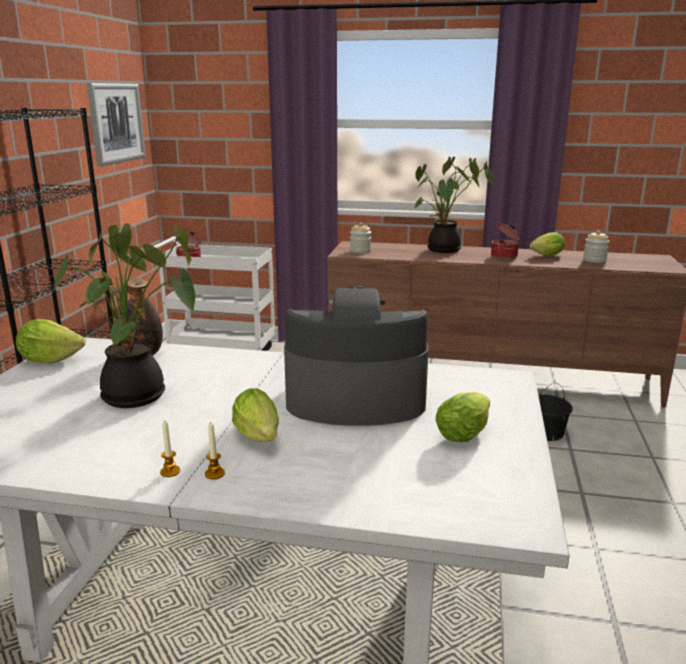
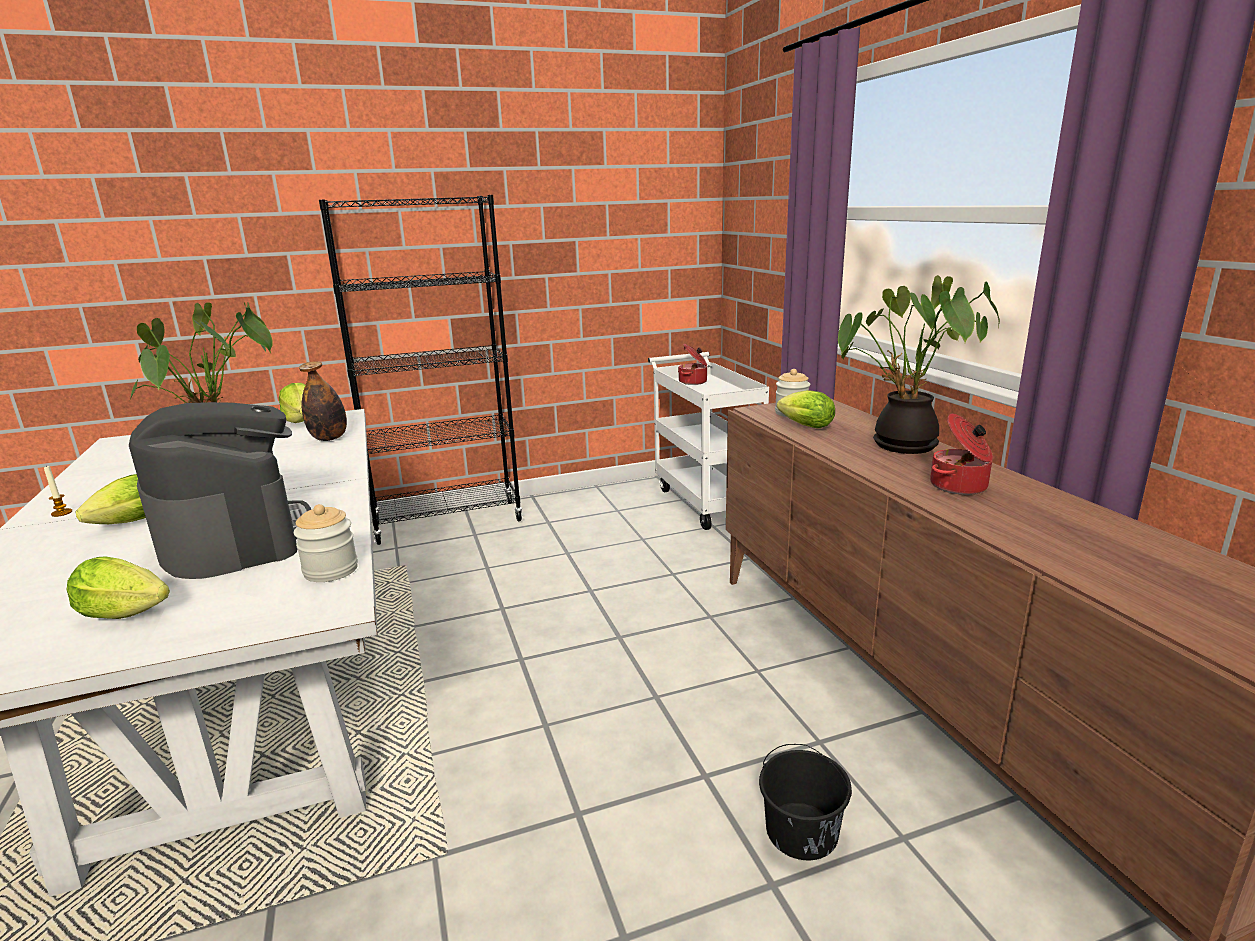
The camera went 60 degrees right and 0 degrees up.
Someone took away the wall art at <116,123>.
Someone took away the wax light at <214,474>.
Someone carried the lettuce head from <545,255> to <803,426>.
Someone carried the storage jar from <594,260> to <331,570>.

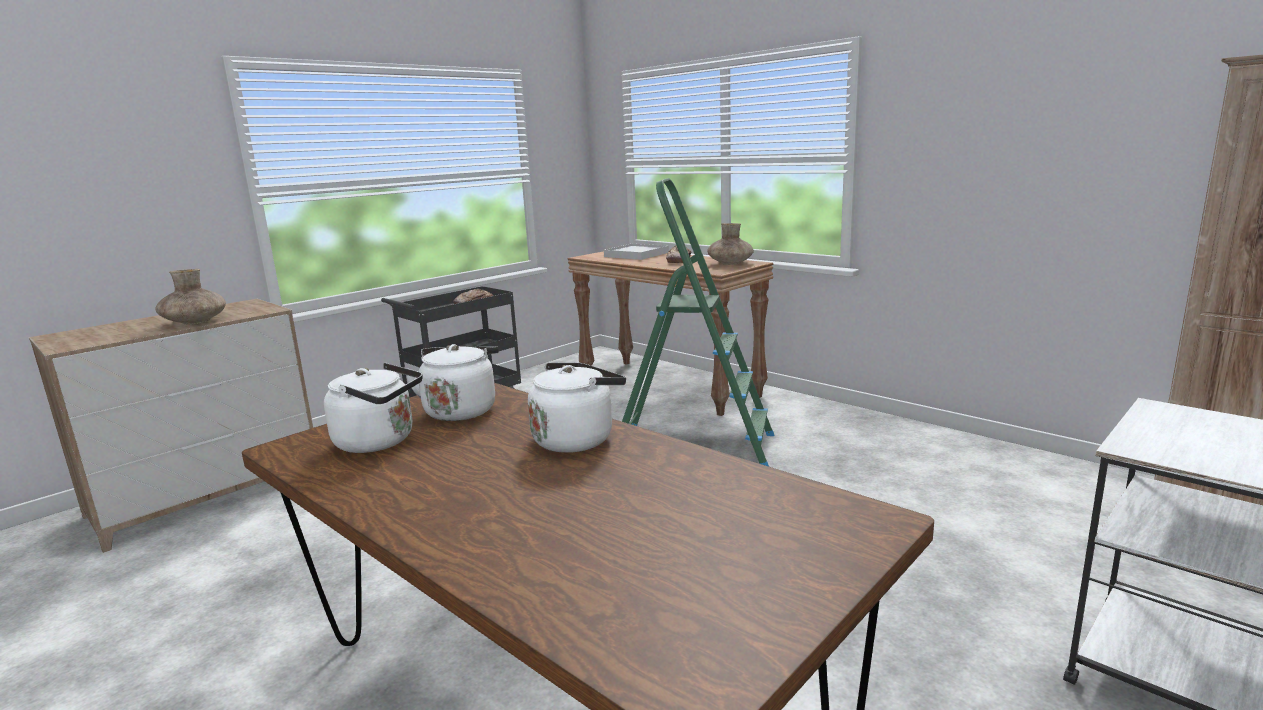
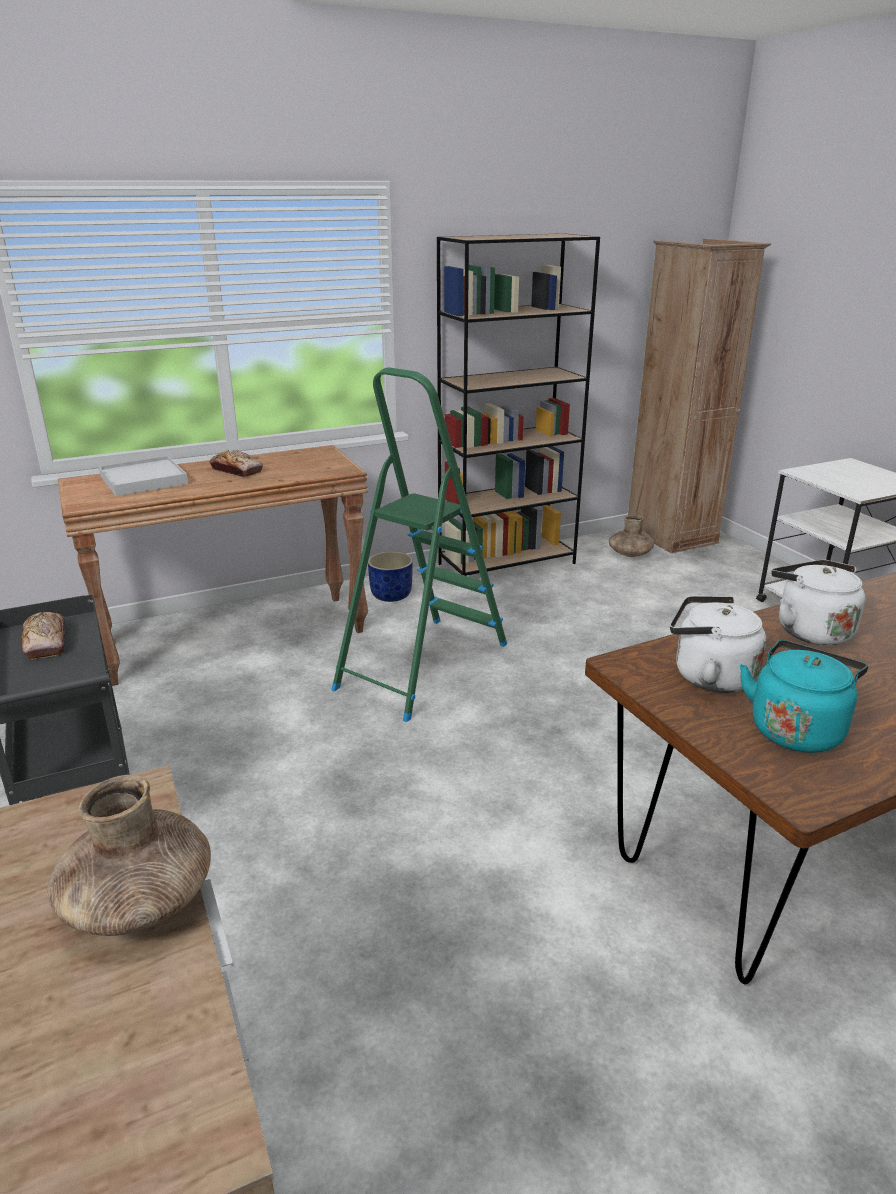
The camera went 70 degrees left and 10 degrees up.
Someone repainted the white kettle at <380,442>, which became the turquoise kettle at <796,729>.
Someone carried the brown-coloured flower vase from <730,263> to <630,554>.
Someone put down the bluish planter at <391,595>.
Someone put down the sand-coloured bookshelf at <507,563>.

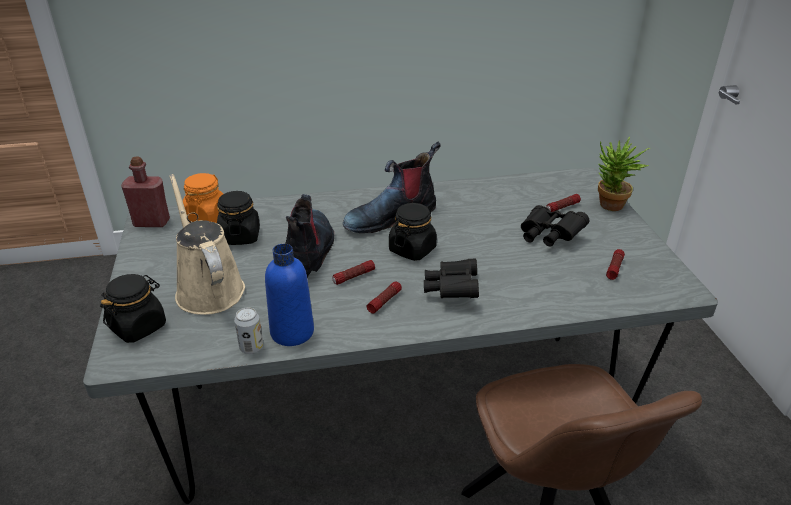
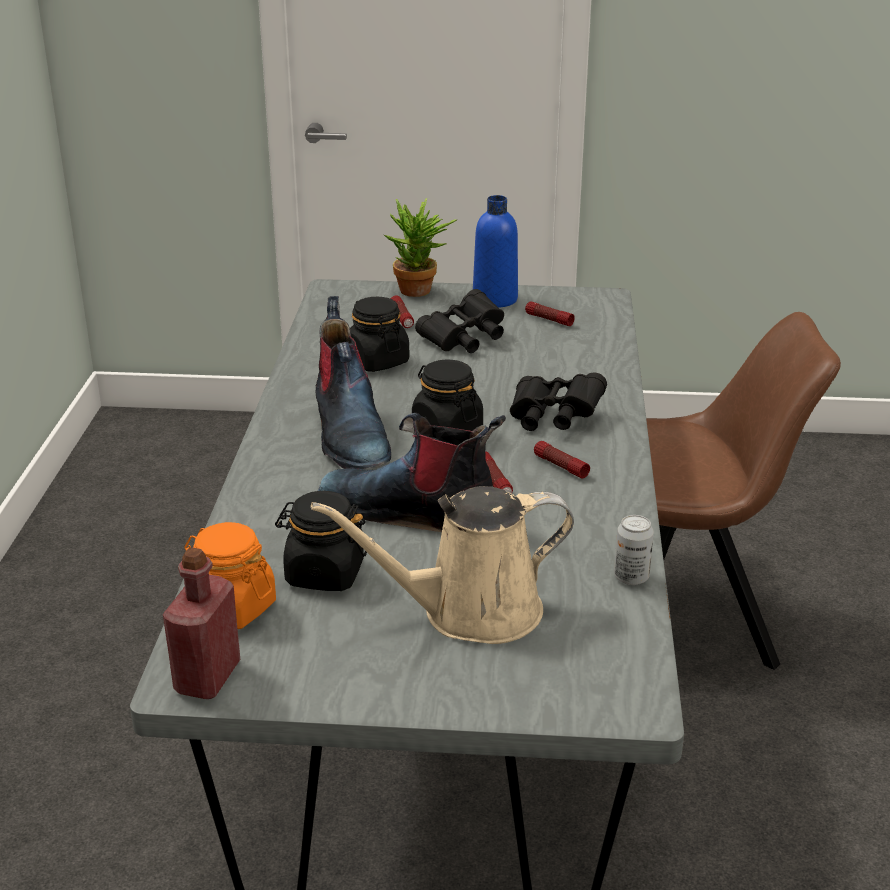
The camera went 75 degrees left and 5 degrees down.
Someone carried the blackish storage jar from <138,326> to <377,361>.
Someone carried the bluish drink bottle from <292,332> to <495,299>.

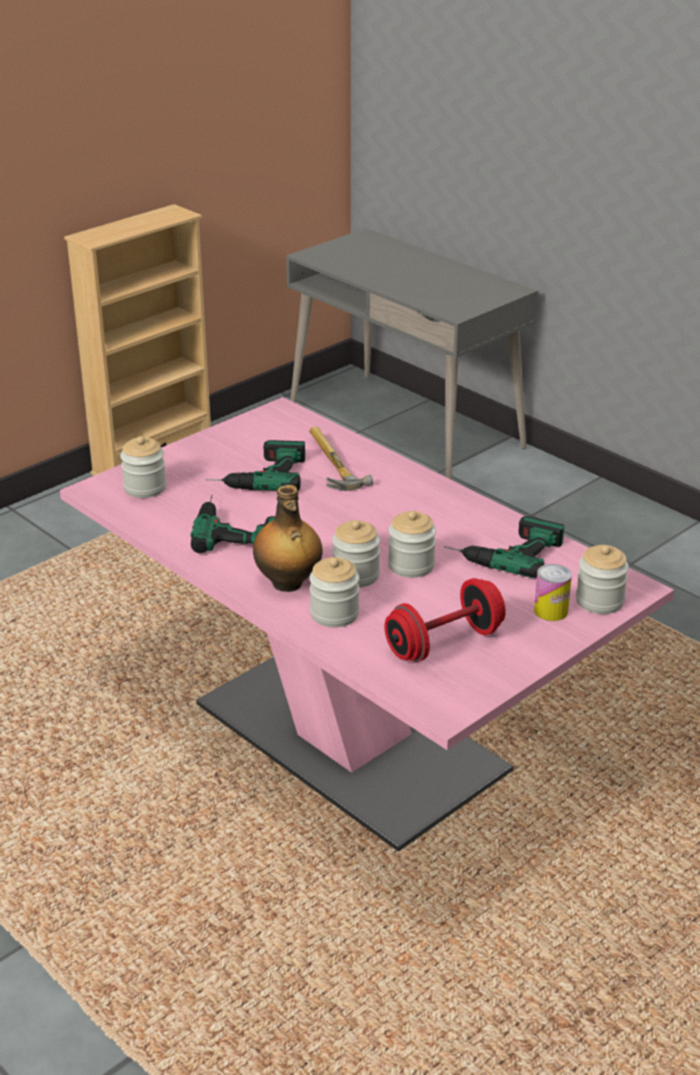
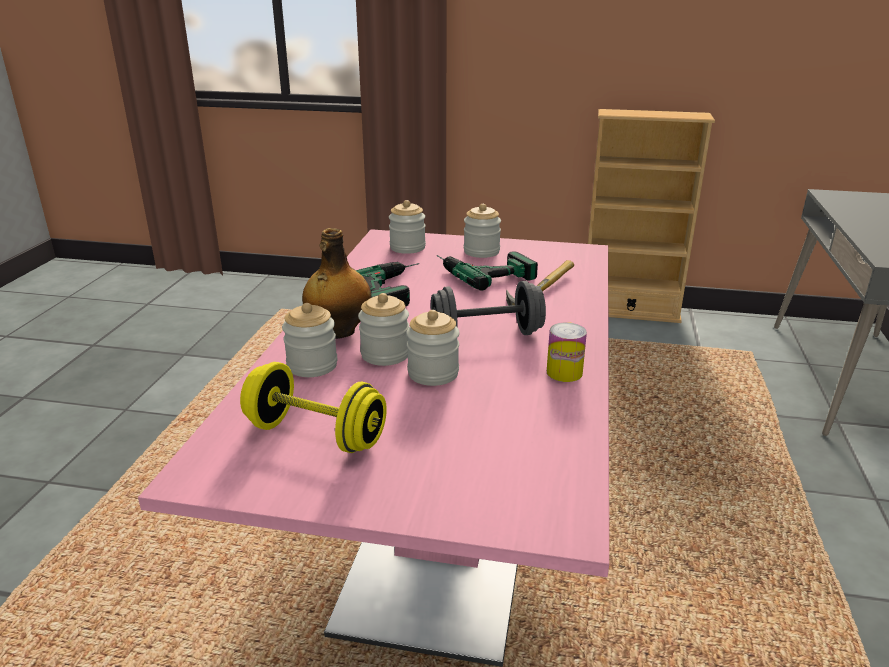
The camera went 55 degrees right and 5 degrees down.
Someone repainted the red hand weight at <444,643>, which became the yellow-coloured hand weight at <316,435>.
Someone took away the electric drill at <503,551>.
Someone carried the metal can from <551,611> to <564,372>.
Someone carried the storage jar from <599,601> to <481,251>.
Someone put down the greyish hand weight at <486,335>.

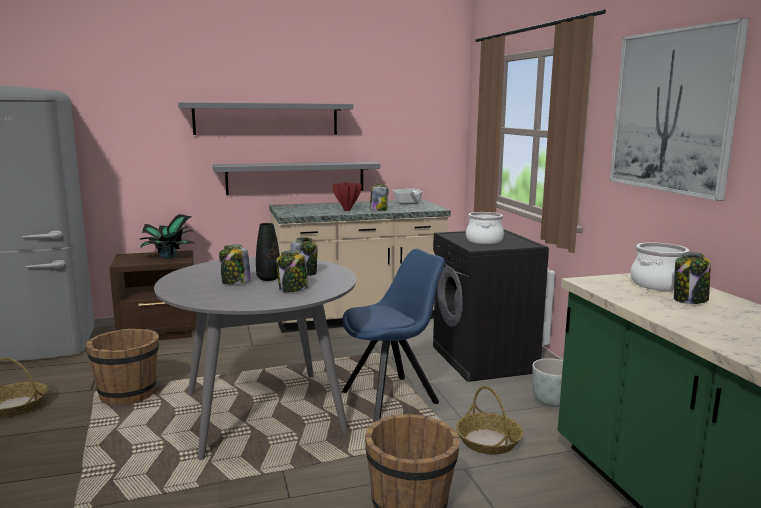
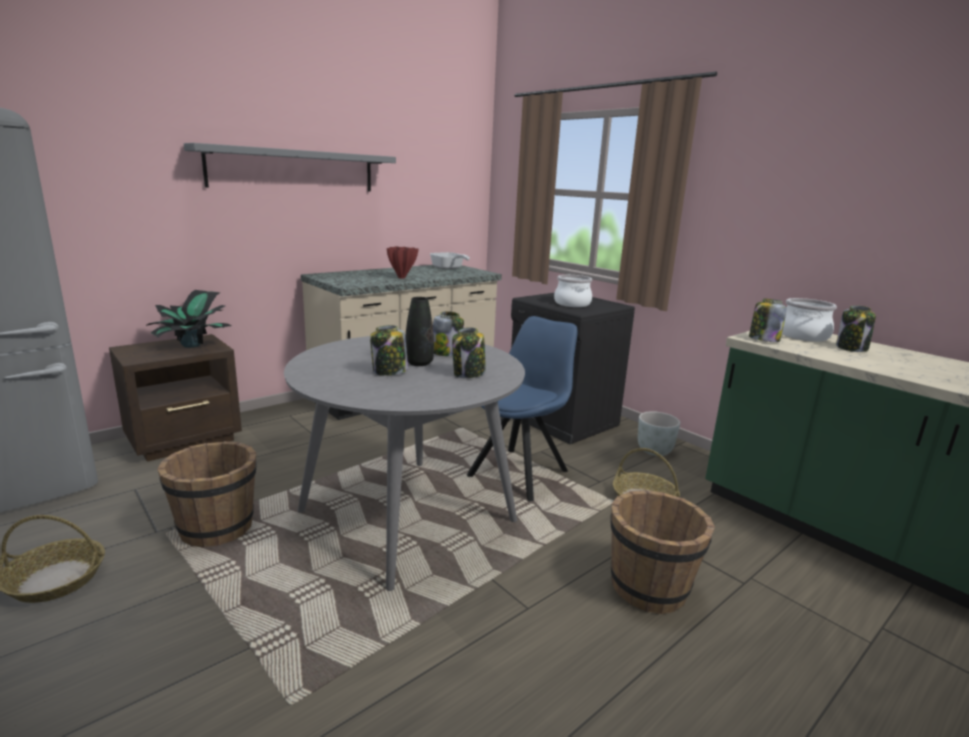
The camera went 25 degrees left and 5 degrees up.
Someone took away the greyish bracket shelf at <296,177>.
Someone carried the storage jar from <378,210> to <763,339>.
Someone took away the wall art at <672,111>.

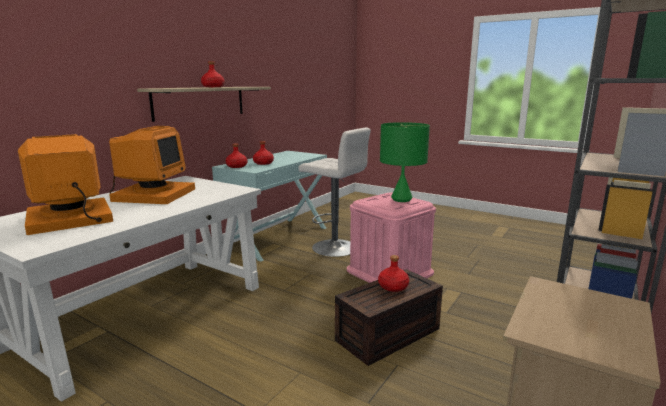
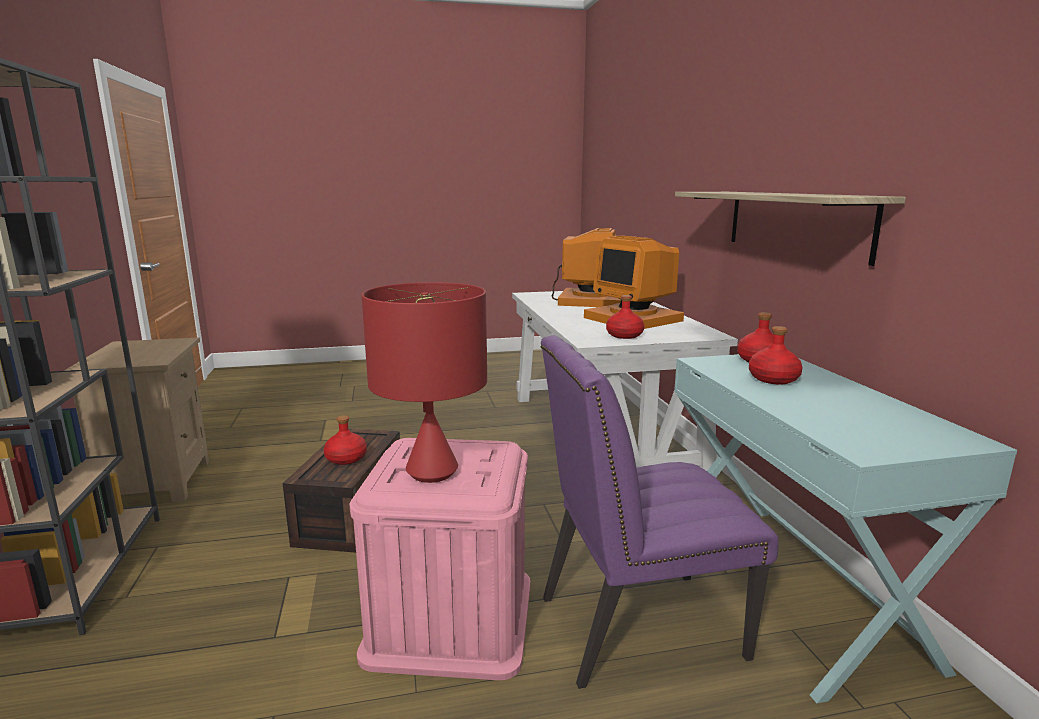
The camera went 135 degrees right and 0 degrees up.
Someone carried the red drink bottle from <213,87> to <624,335>.
Someone swapped the white sitting stool at <335,248> for the purplish plain chair at <641,626>.
Someone repainted the greenish table lamp at <401,200>, which became the red table lamp at <432,473>.

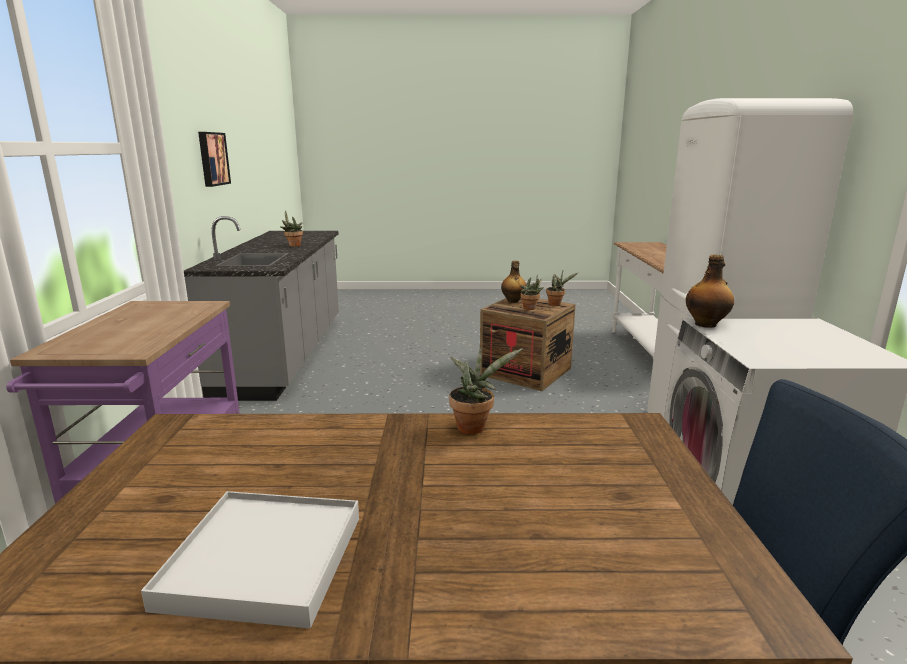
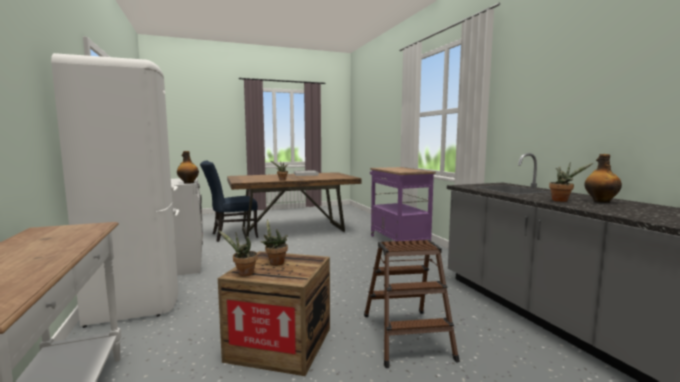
The camera went 160 degrees right and 10 degrees down.
Someone took away the wall art at <212,159>.
Someone carried the drink bottle from <513,301> to <600,201>.
Someone put down the brown-coloured step ladder at <406,335>.

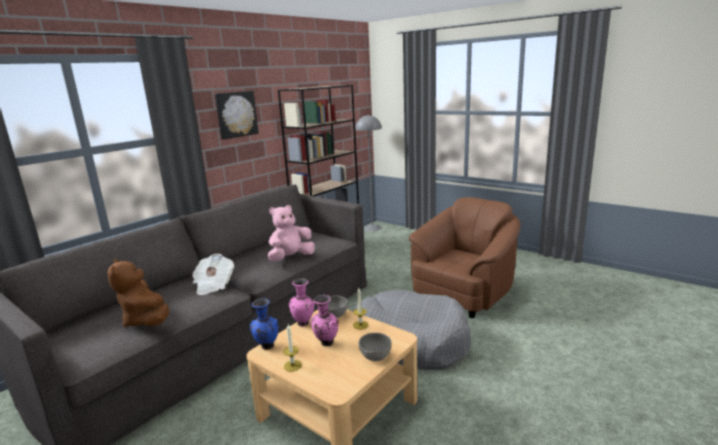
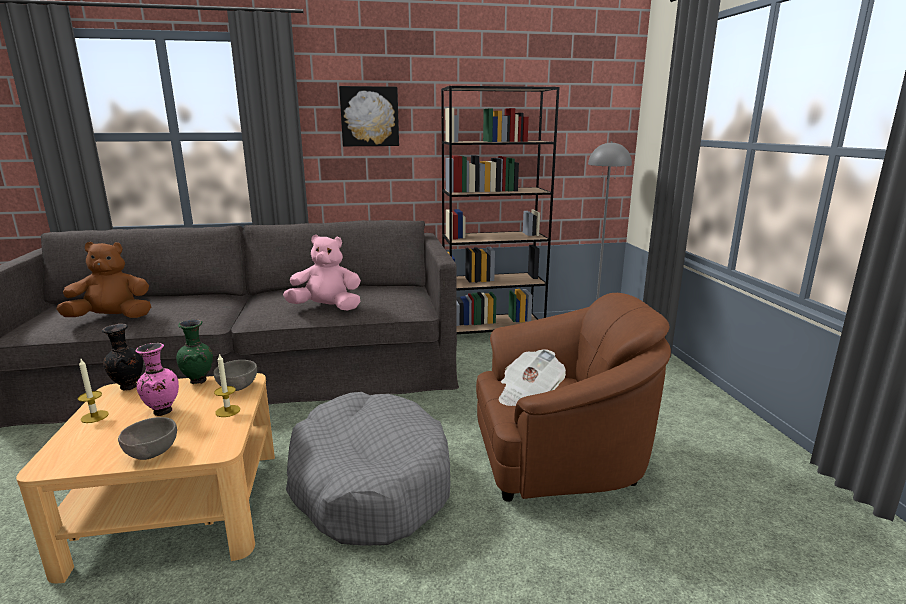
The camera went 40 degrees right and 0 degrees up.
Someone rotated the brown-coloured plush toy at <147,320> by 60 degrees clockwise.
Someone carried the daily paper from <213,285> to <528,395>.
Someone repainted the bluish flower vase at <266,347>, which became the blackish flower vase at <127,387>.
Someone repainted the pink flower vase at <304,323>, which became the greenish flower vase at <199,381>.

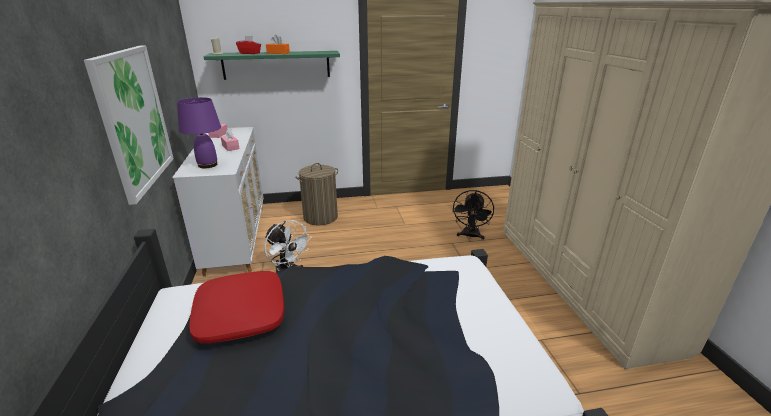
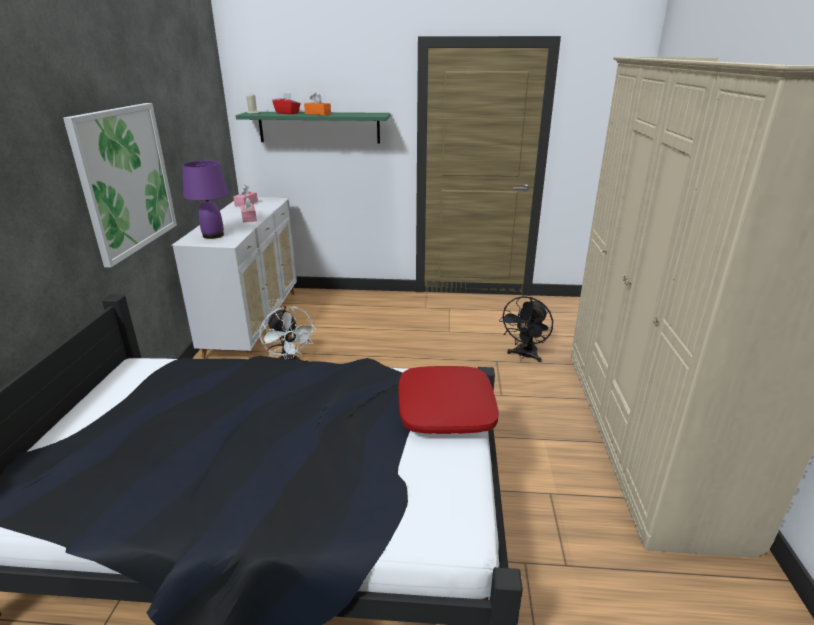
The camera went 15 degrees right and 0 degrees up.
Someone carried the red throw pillow from <240,314> to <445,410>.
Someone took away the laundry basket at <320,217>.

